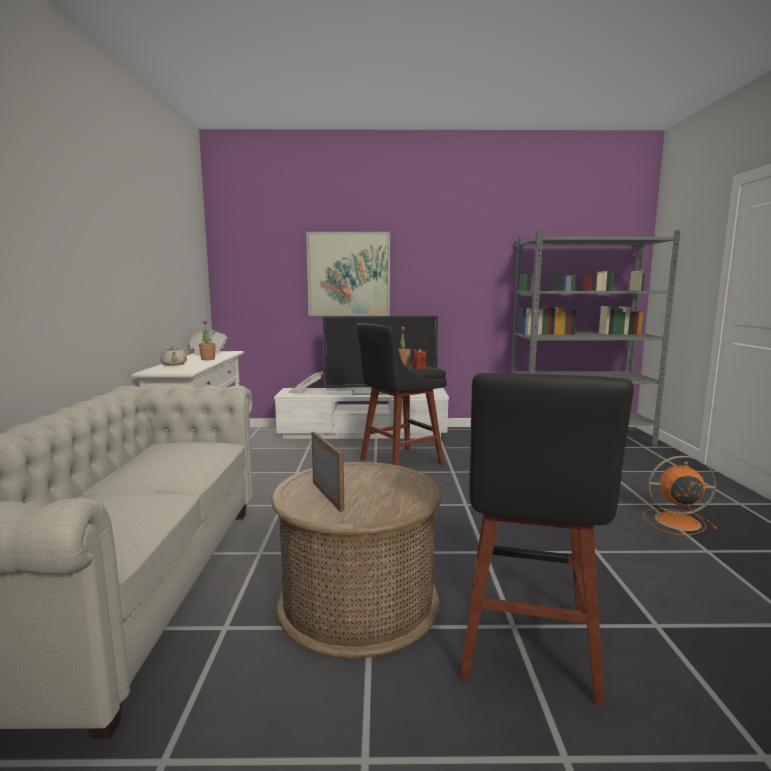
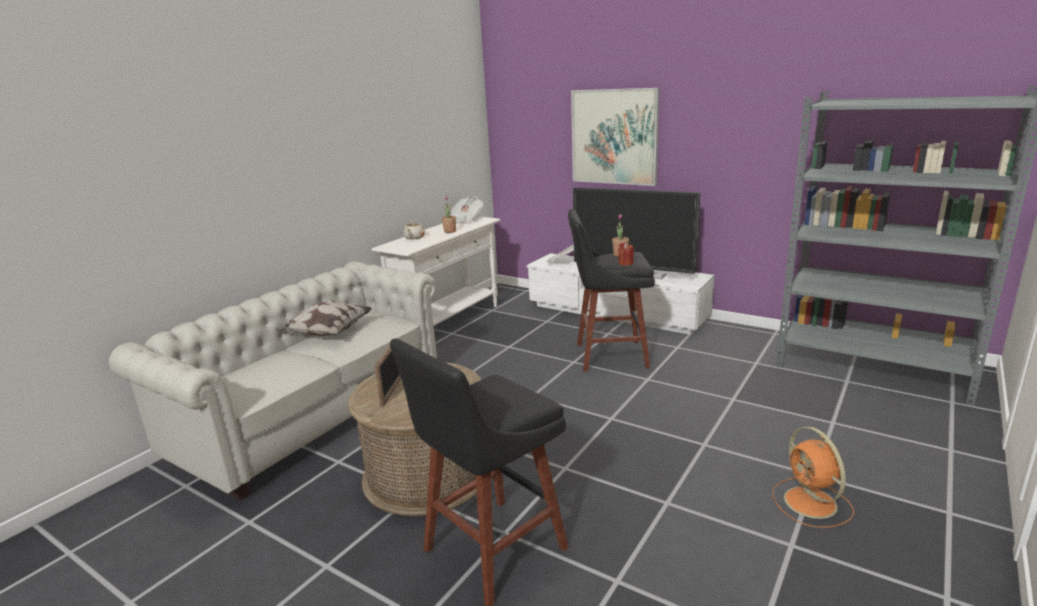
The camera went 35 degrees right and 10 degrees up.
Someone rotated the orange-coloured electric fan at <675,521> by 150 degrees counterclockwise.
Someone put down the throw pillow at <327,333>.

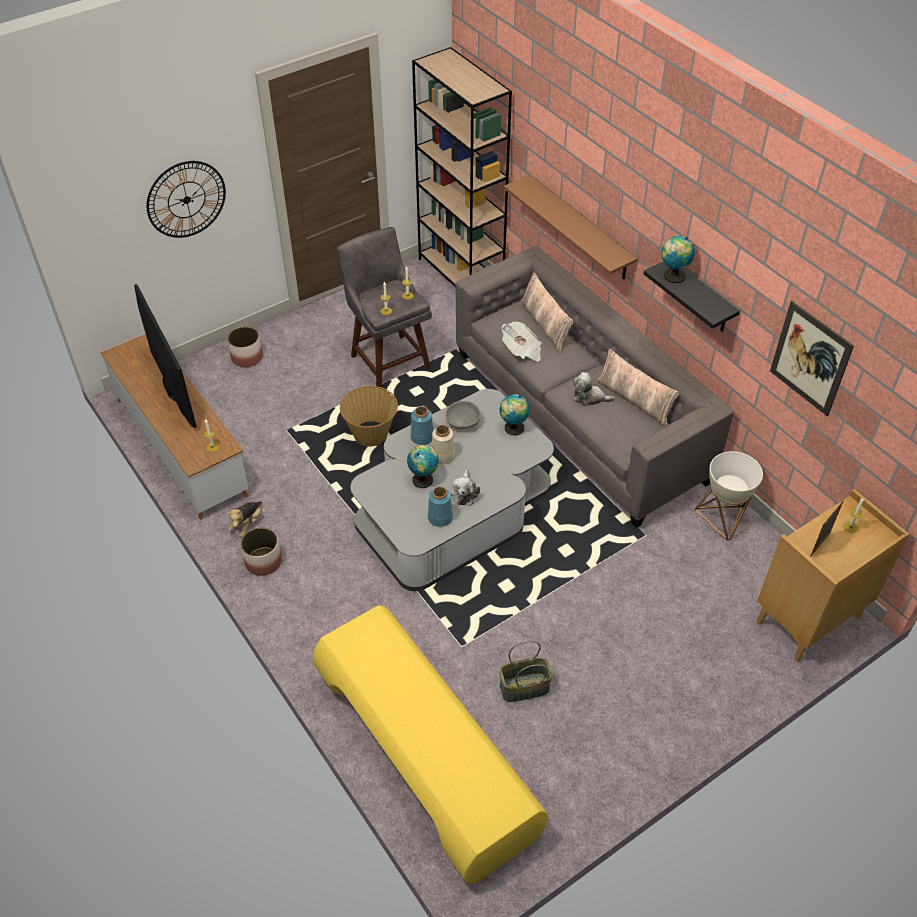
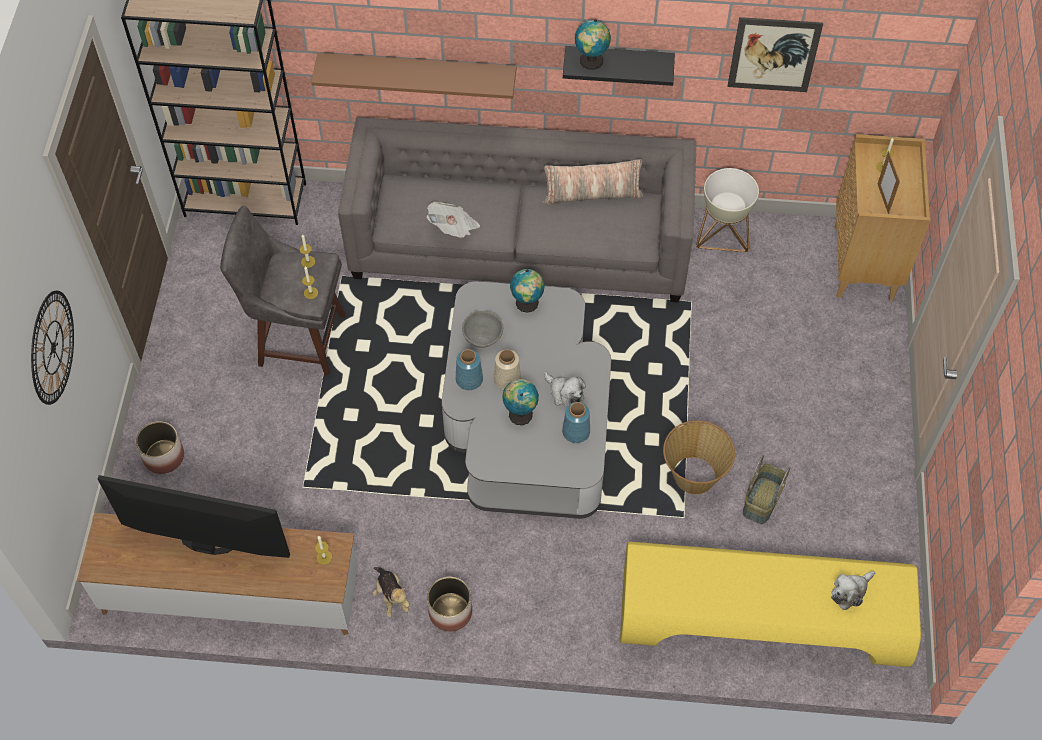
The camera went 50 degrees left and 10 degrees up.
Someone carried the basket from <371,434> to <694,474>.
Someone took away the throw pillow at <545,324>.
Someone carried the plush toy from <589,397> to <850,591>.

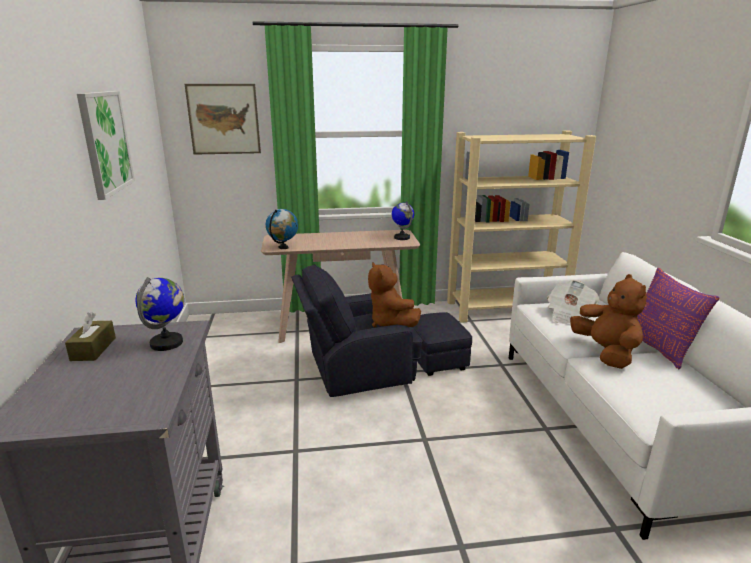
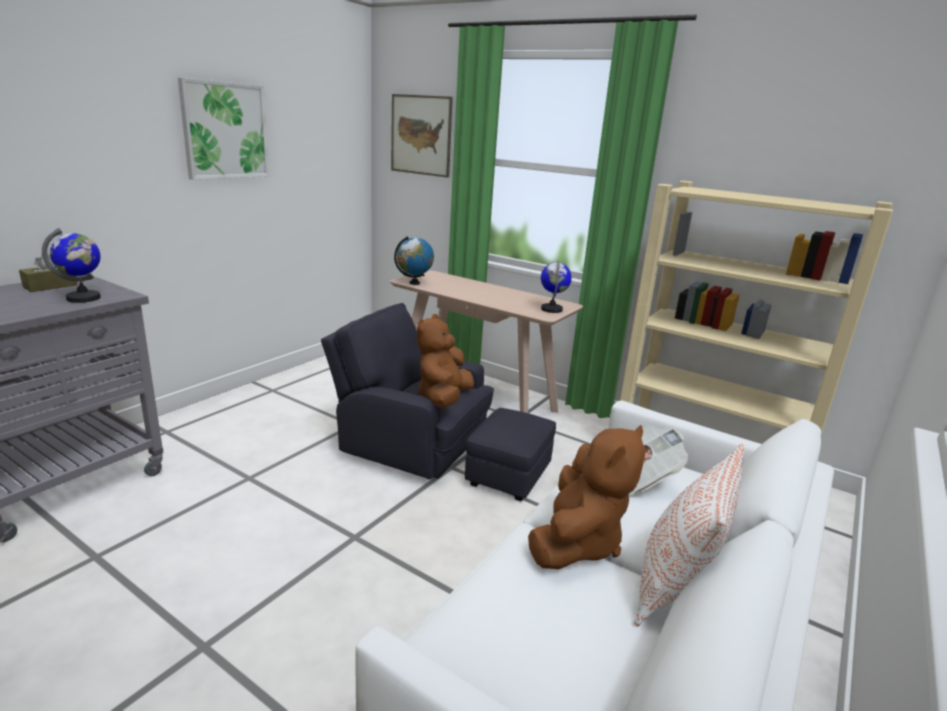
The camera went 40 degrees right and 0 degrees up.
Someone repainted the purplish throw pillow at <659,349>, which became the white throw pillow at <675,587>.

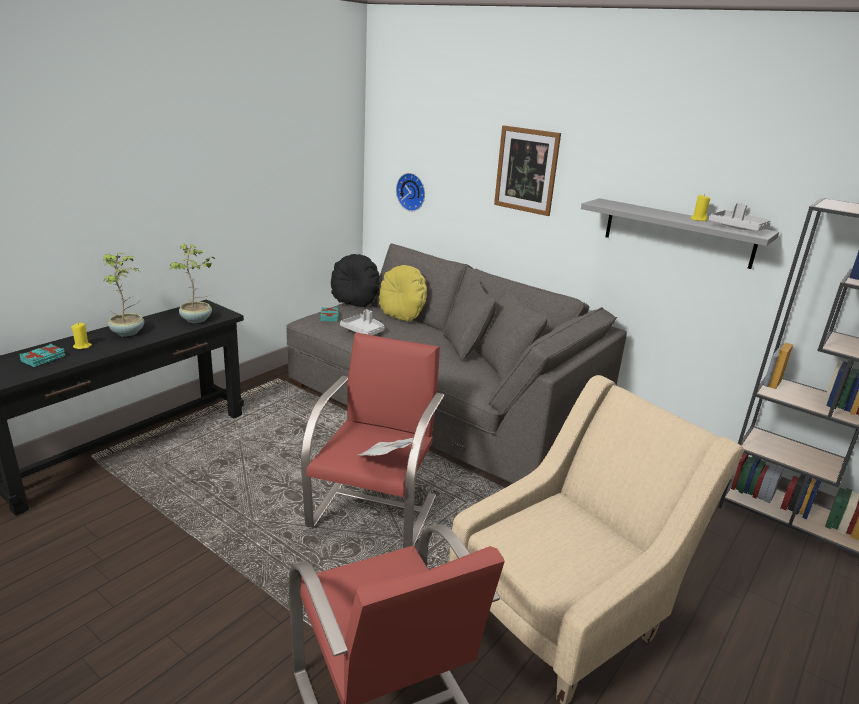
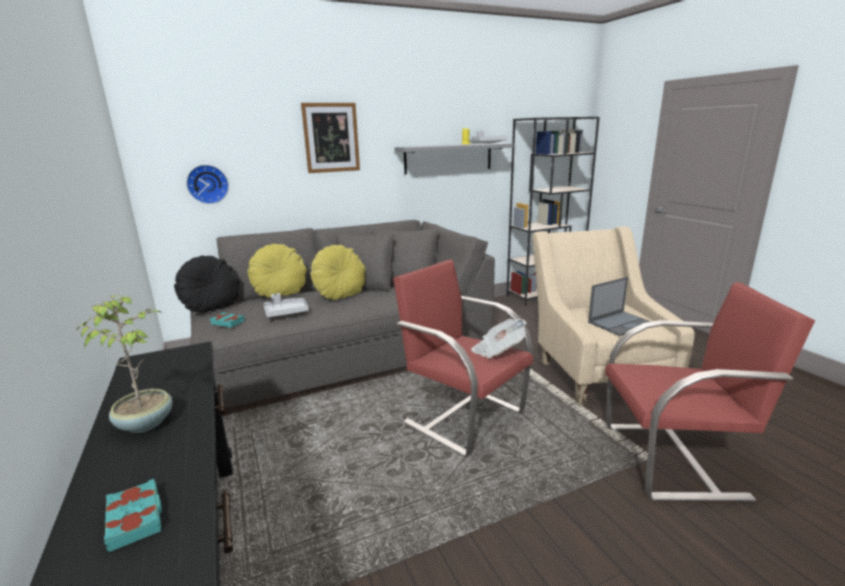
The camera went 60 degrees left and 5 degrees down.
Someone took away the yellow-coloured wax light at <82,346>.
Someone took away the plant in a pot at <197,320>.
Someone put down the yellow-coloured throw pillow at <340,296>.
Someone put down the portable computer at <621,323>.

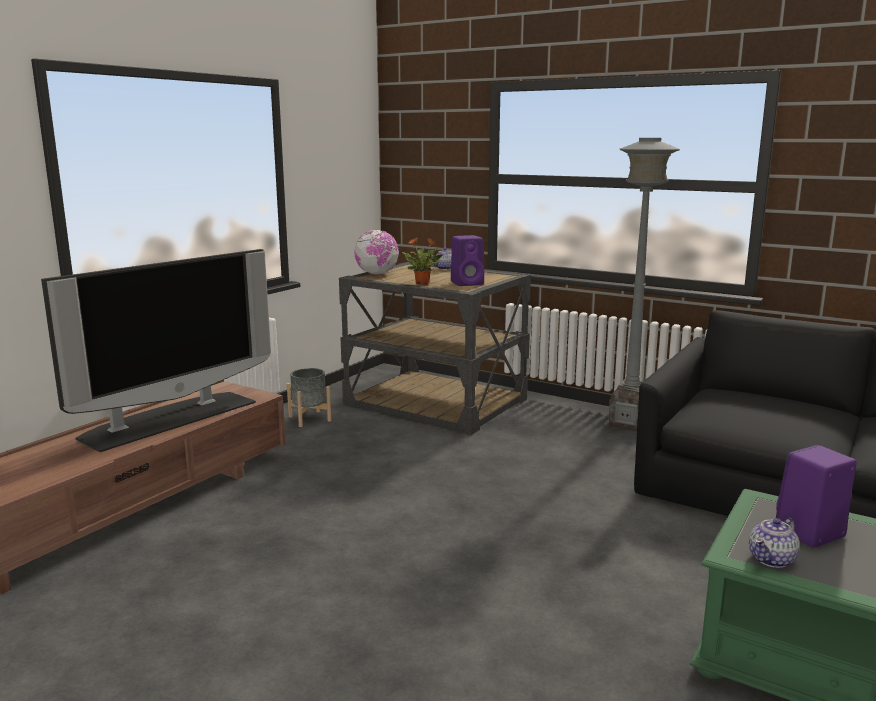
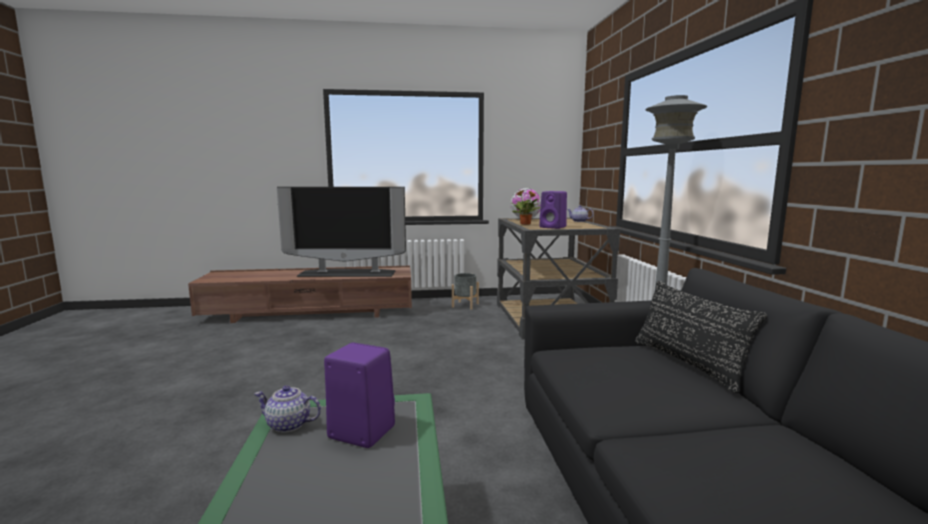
The camera went 50 degrees right and 5 degrees down.
Someone put down the blackish throw pillow at <687,363>.

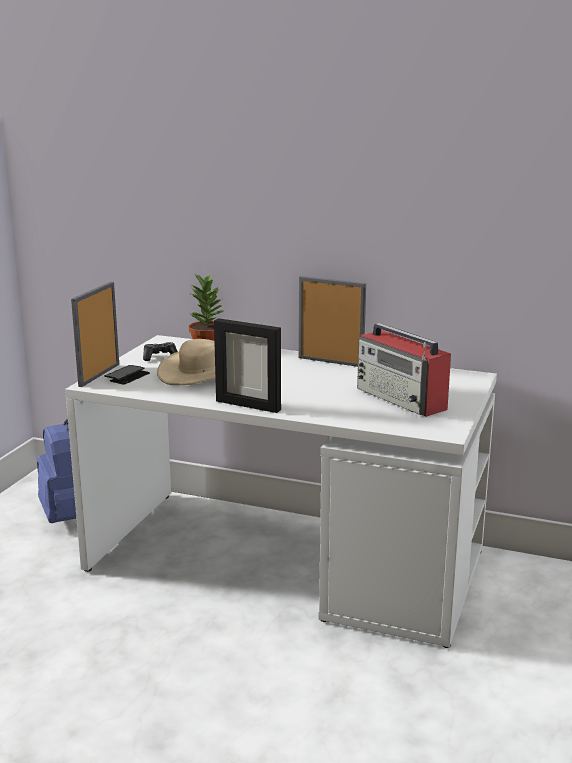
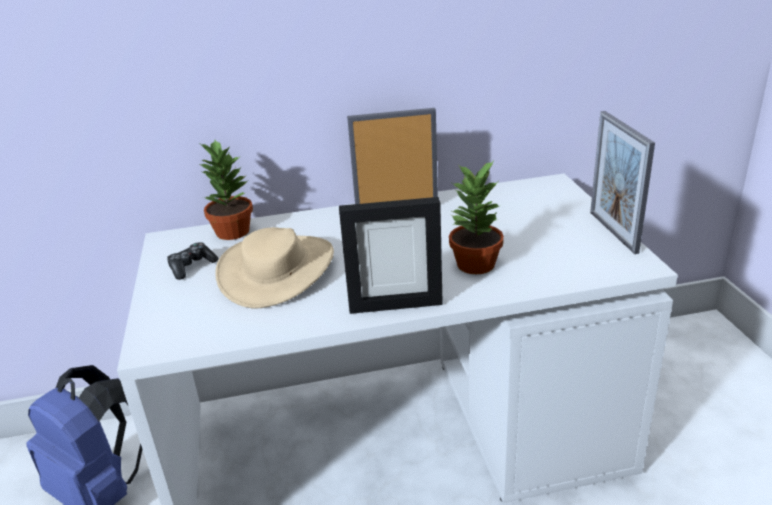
The camera went 30 degrees left and 10 degrees up.
Someone carried the picture frame from <99,375> to <613,232>.
Someone took away the telephone at <127,376>.
Someone took away the radio at <402,399>.
Someone put down the plant in a pot at <476,265>.

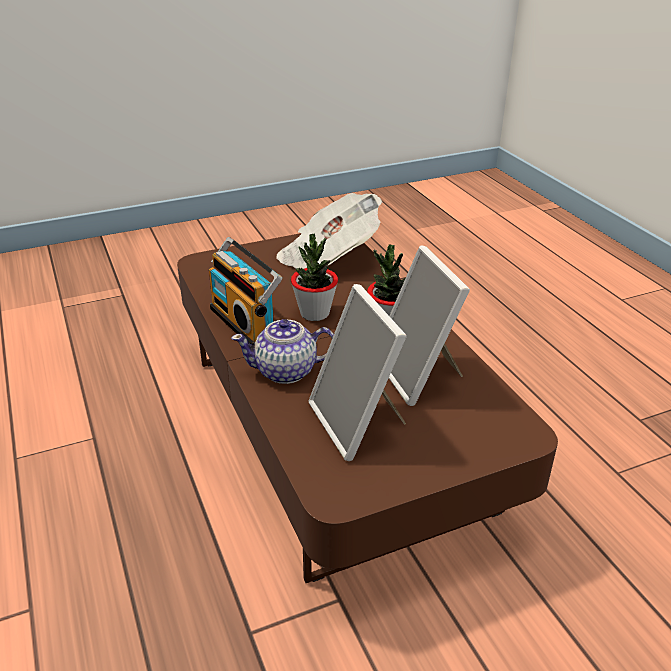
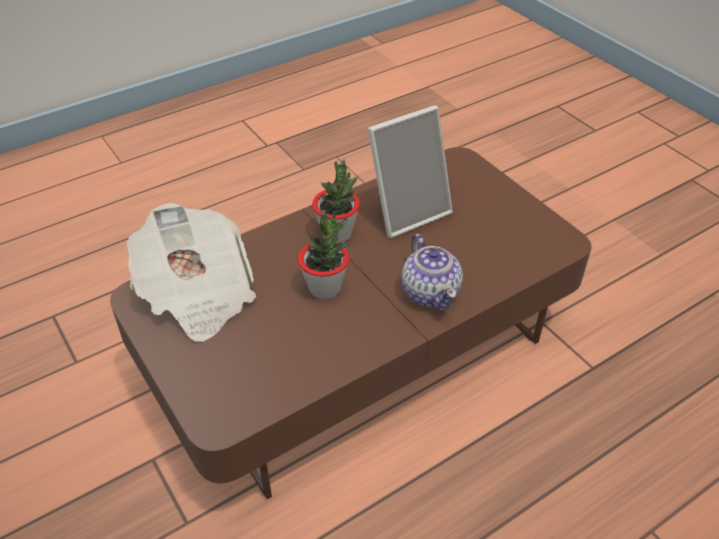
The camera went 100 degrees left and 10 degrees up.
Someone took away the radio at <245,323>.
Someone took away the picture frame at <358,423>.

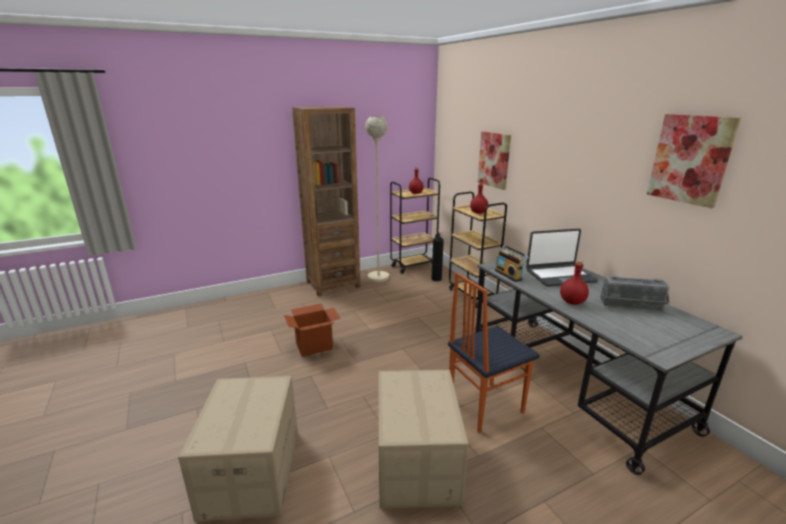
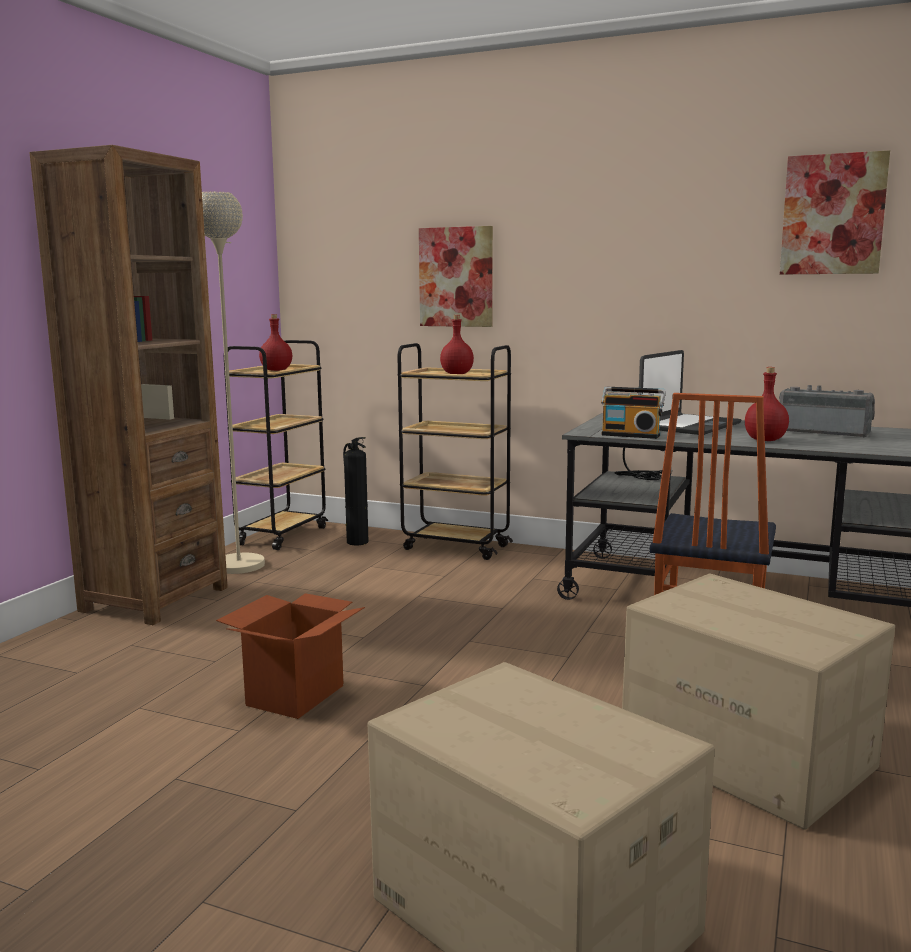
The camera went 40 degrees left and 10 degrees down.
Someone rotated the radio at <631,306> by 120 degrees counterclockwise.

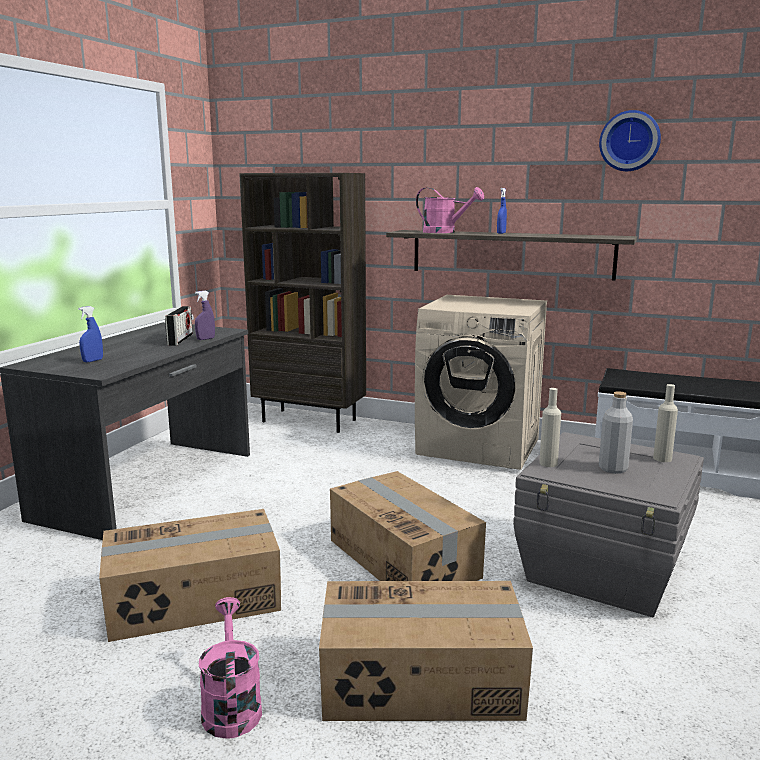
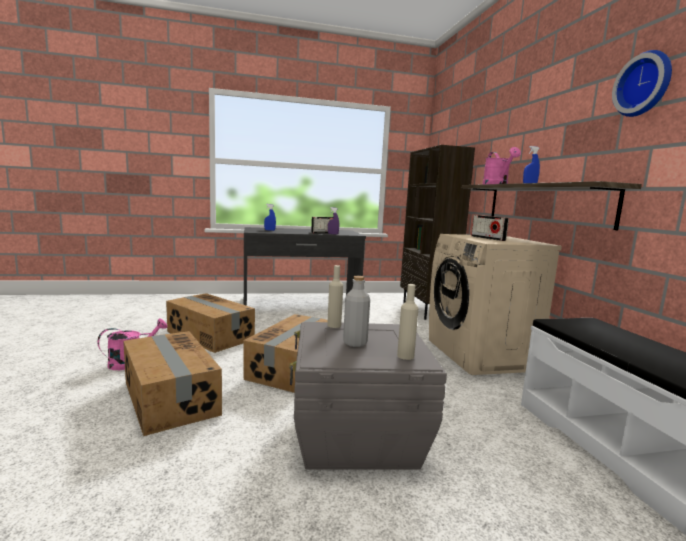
The camera went 55 degrees right and 5 degrees down.
Someone put down the radio at <488,238>.

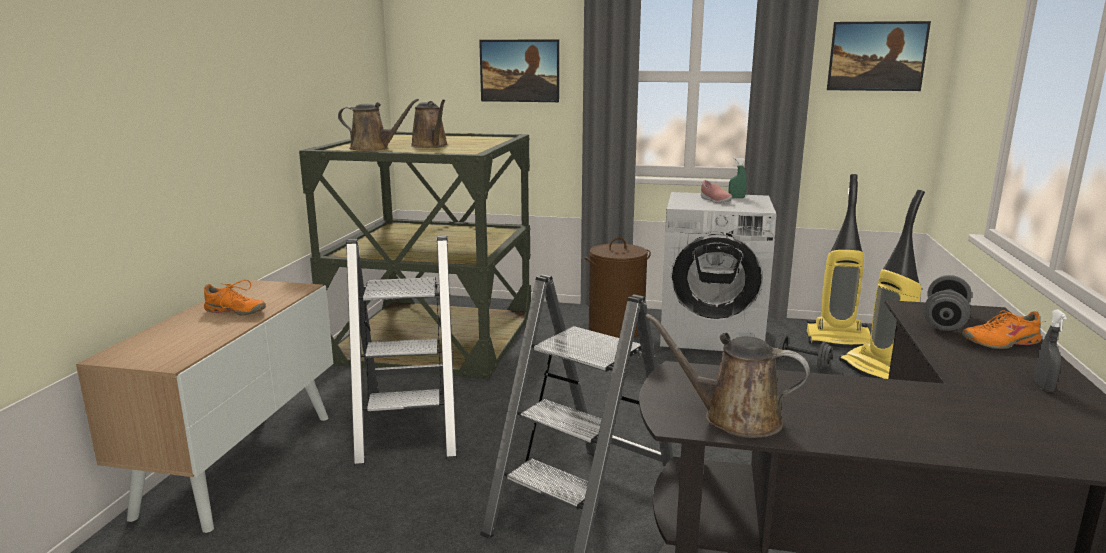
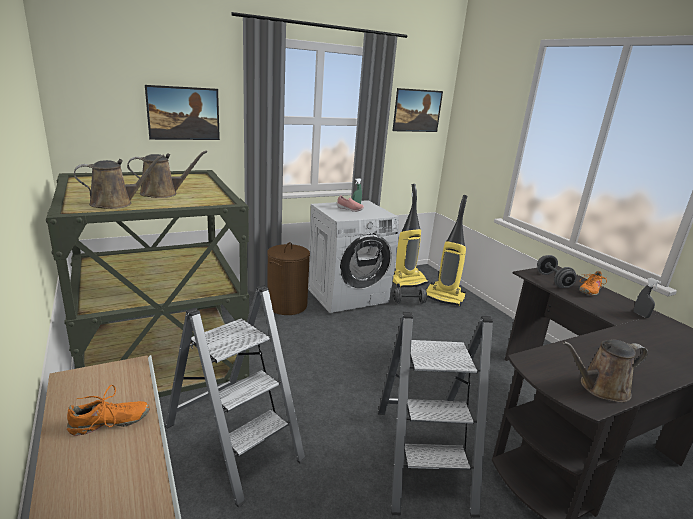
The camera went 40 degrees left and 5 degrees up.
Someone rotated the brown-coloured sprinkling can at <431,146> by 45 degrees counterclockwise.

